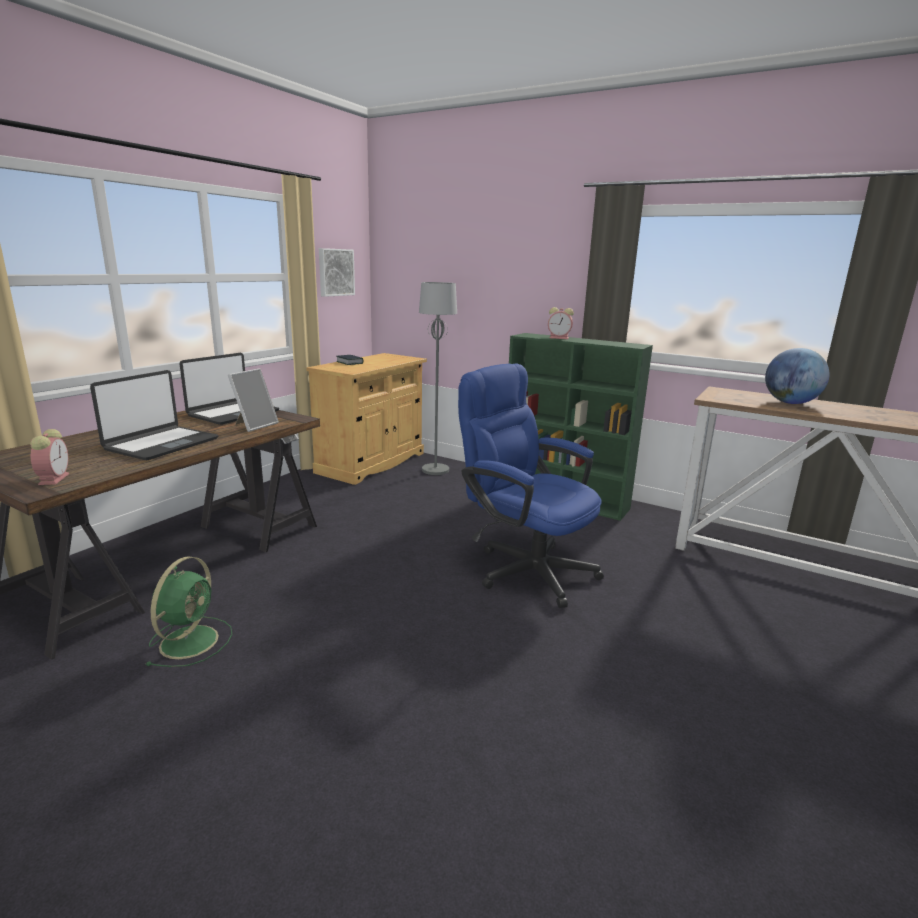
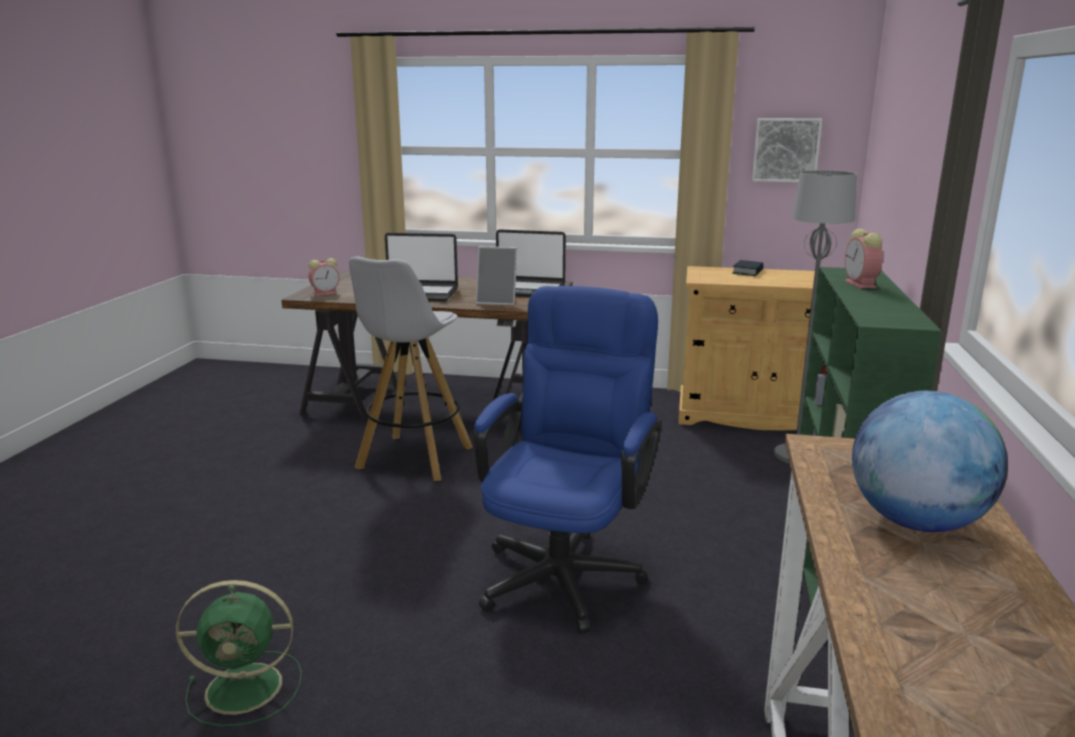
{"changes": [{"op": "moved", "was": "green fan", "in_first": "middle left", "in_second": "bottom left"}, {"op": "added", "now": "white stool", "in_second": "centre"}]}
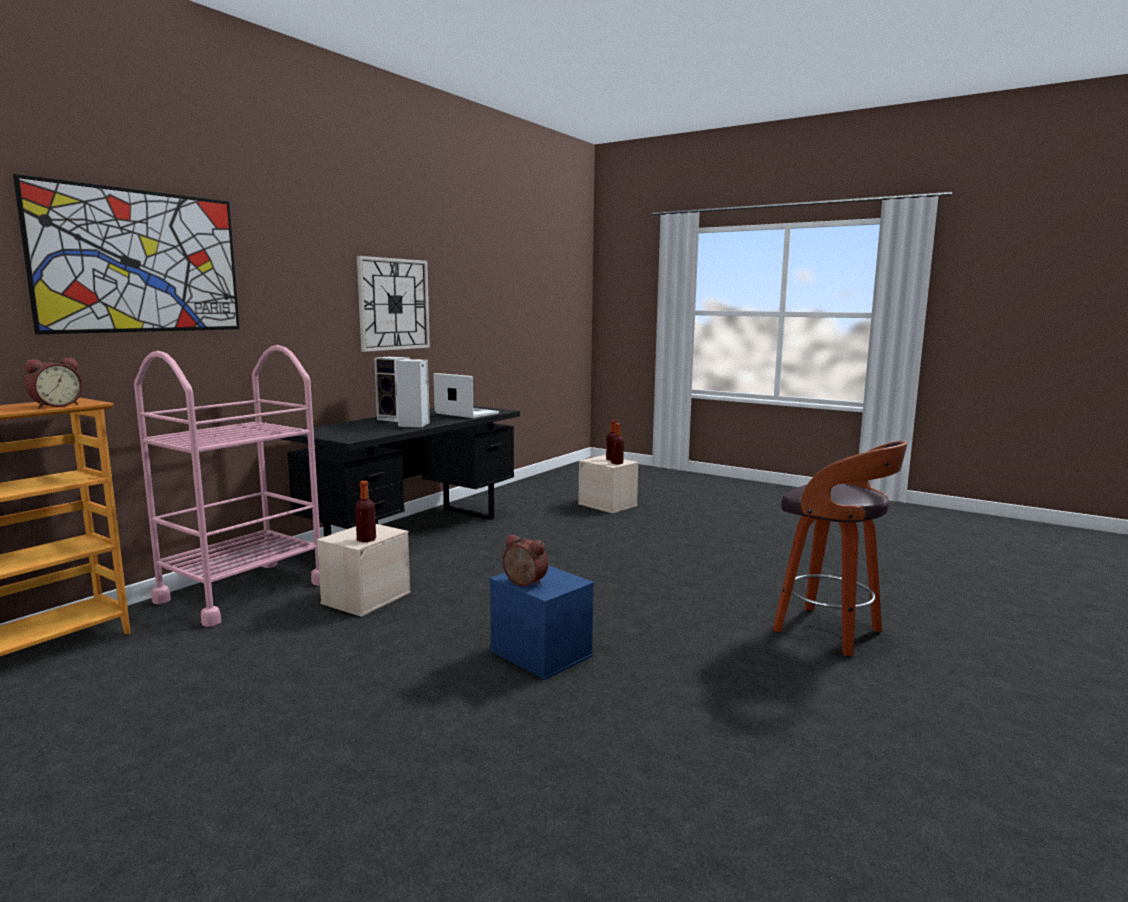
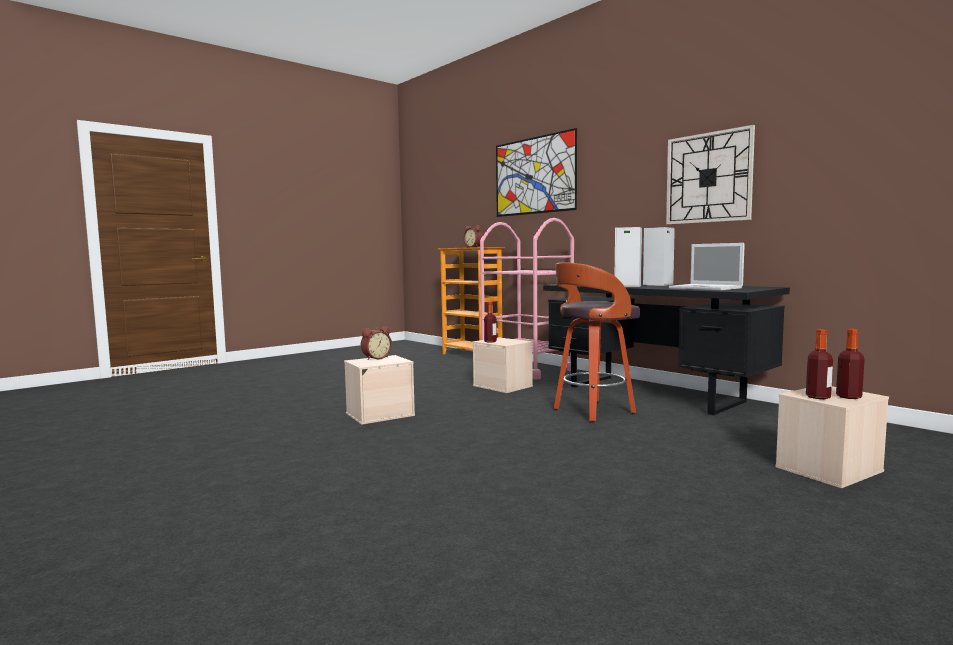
{"changes": [{"op": "turned", "was": "laptop", "in_first": "centre", "in_second": "middle right", "clockwise": 90}, {"op": "recoloured", "was": "blue storage box", "now": "beige storage box (1st from left)", "in_first": "bottom centre", "in_second": "centre"}, {"op": "moved", "was": "stool", "in_first": "middle right", "in_second": "centre"}]}
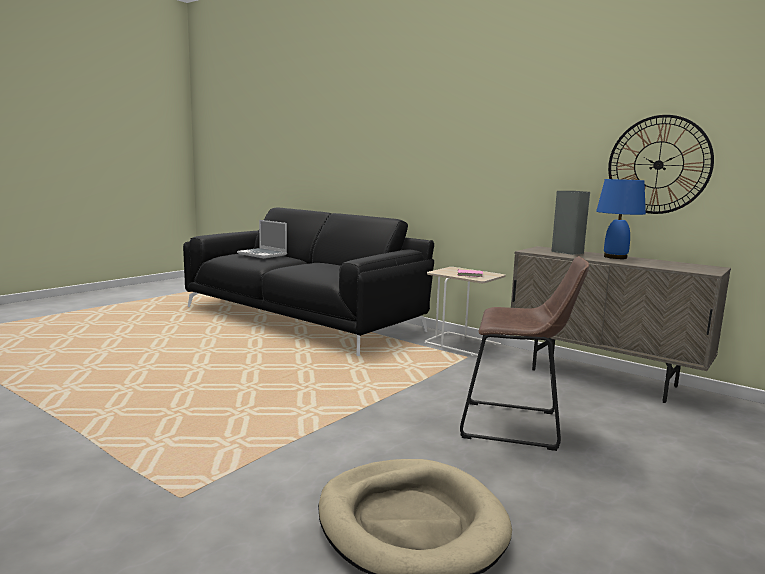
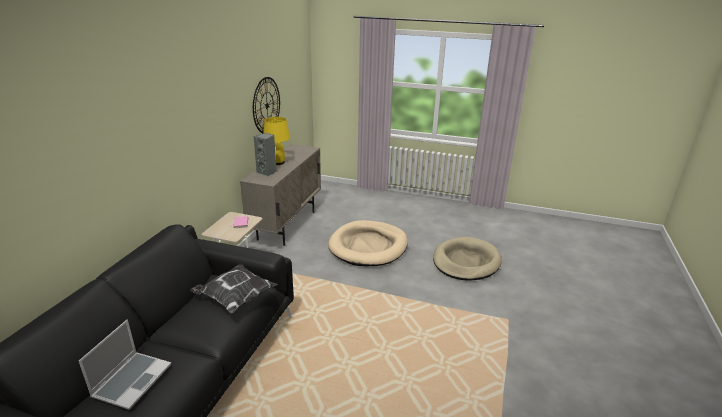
{"changes": [{"op": "replaced", "was": "brown stool", "now": "beige dog bed (1st from left)", "in_first": "middle right", "in_second": "centre"}, {"op": "recoloured", "was": "blue table lamp", "now": "yellow table lamp", "in_first": "middle right", "in_second": "centre"}, {"op": "added", "now": "pillow", "in_second": "bottom left"}]}
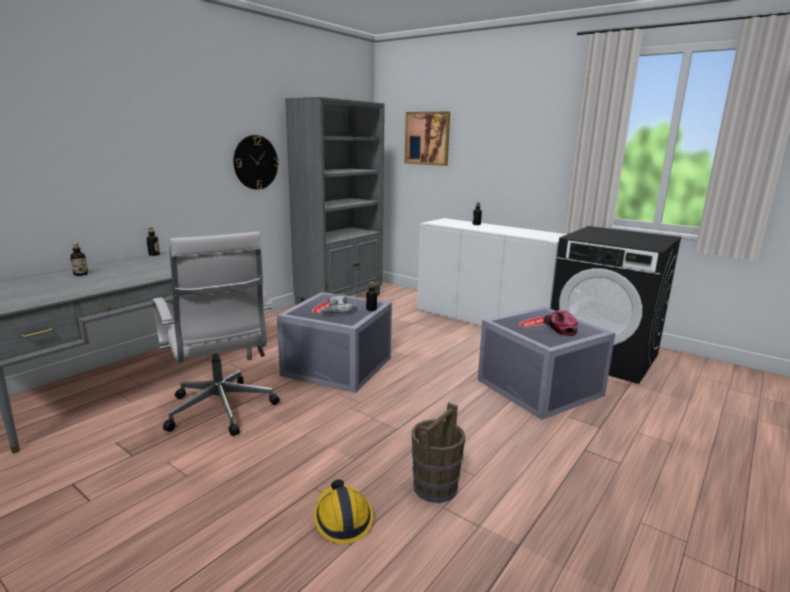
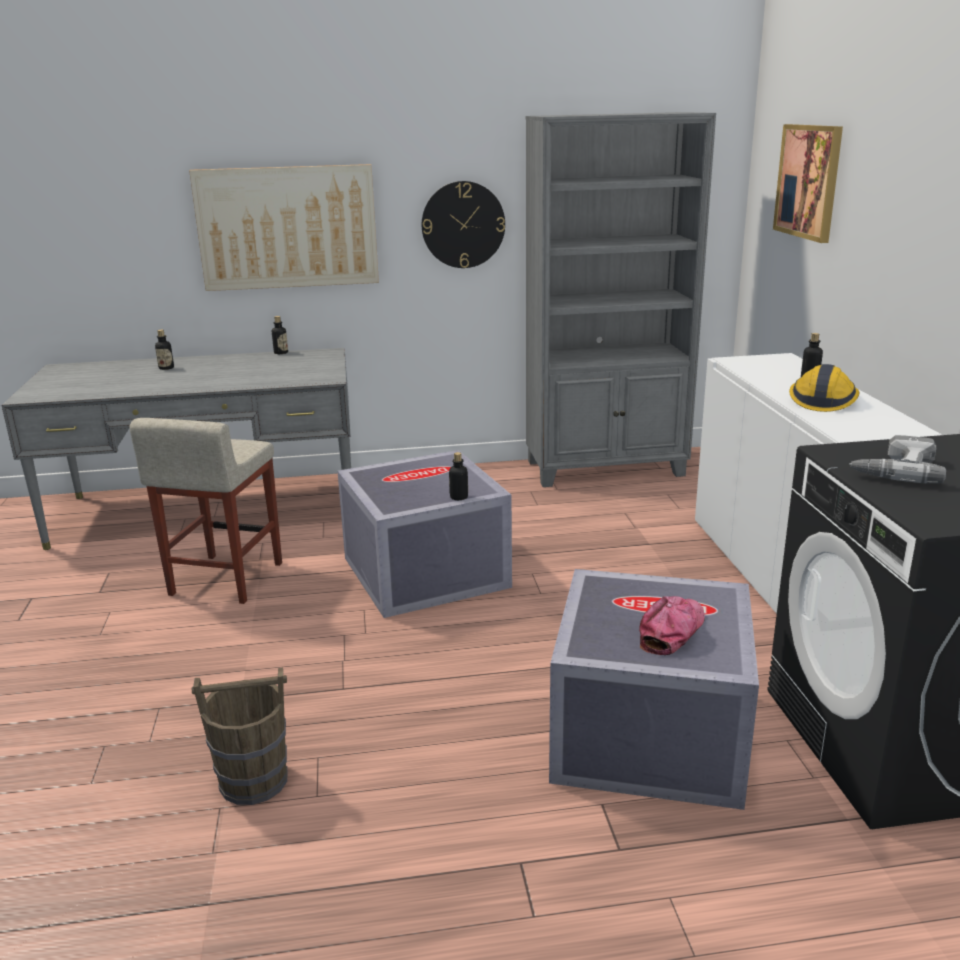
{"changes": [{"op": "replaced", "was": "white office chair", "now": "beige stool", "in_first": "middle left", "in_second": "middle left"}, {"op": "moved", "was": "hard hat", "in_first": "bottom centre", "in_second": "middle right"}, {"op": "moved", "was": "power drill", "in_first": "centre", "in_second": "middle right"}, {"op": "added", "now": "picture (1st from left)", "in_second": "top left"}]}
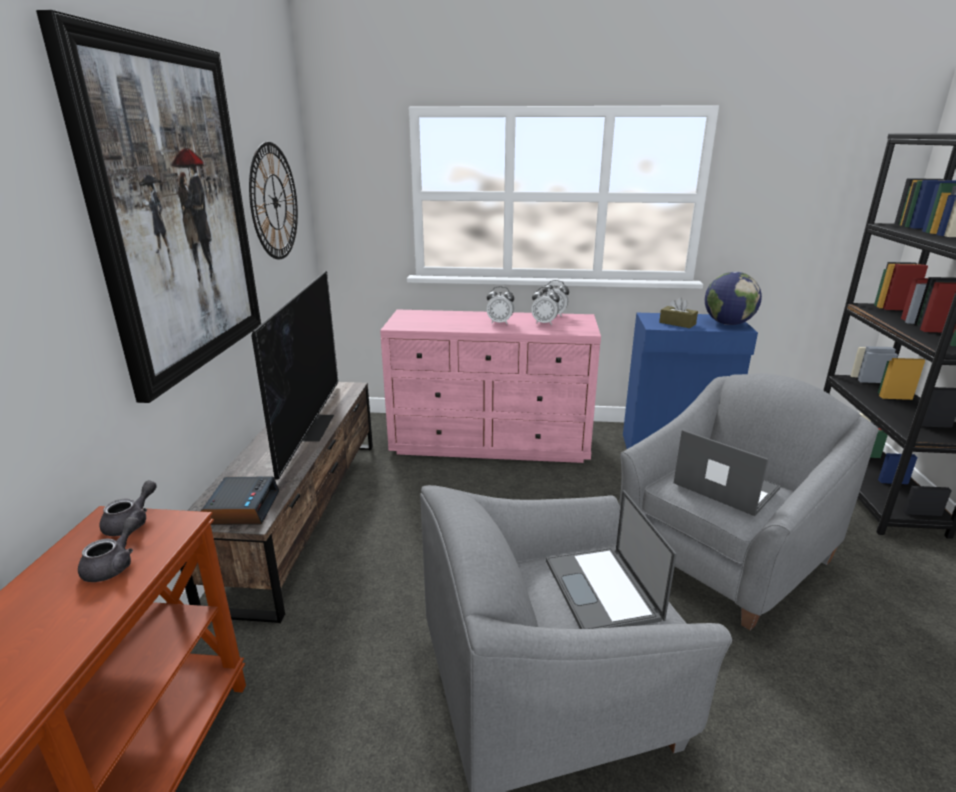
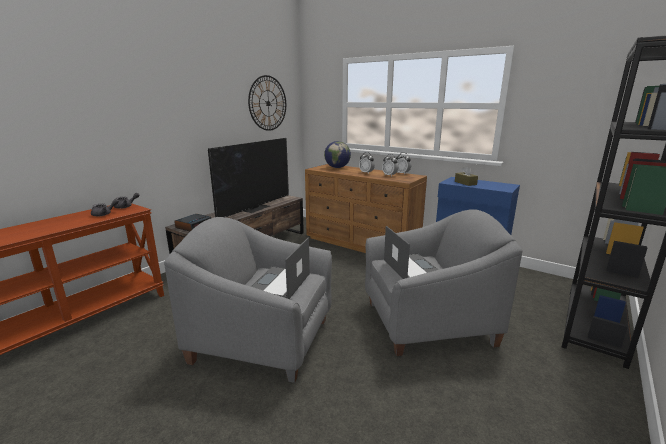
{"changes": [{"op": "removed", "was": "picture", "in_first": "top left"}, {"op": "recoloured", "was": "pink dresser", "now": "brown dresser", "in_first": "centre", "in_second": "centre"}, {"op": "moved", "was": "globe", "in_first": "middle right", "in_second": "centre"}]}
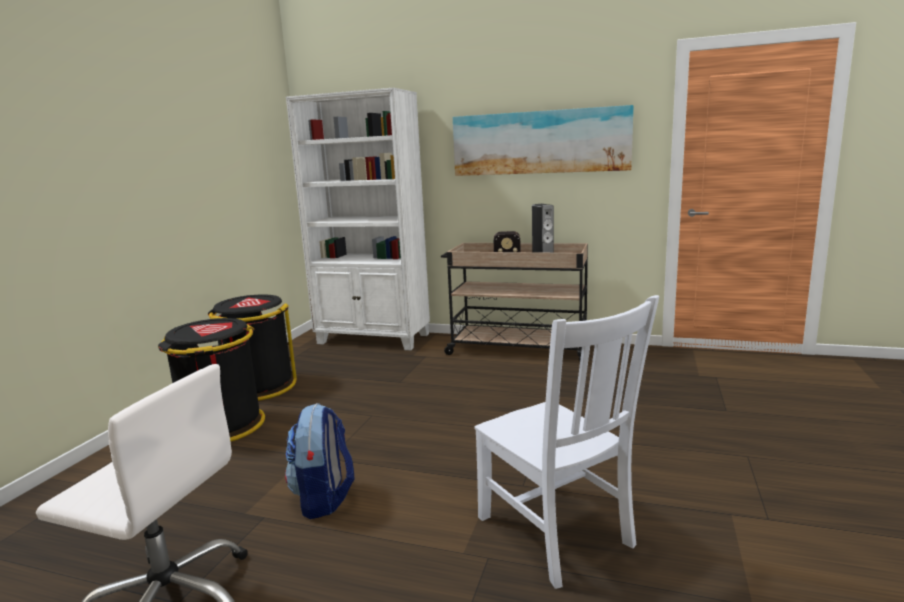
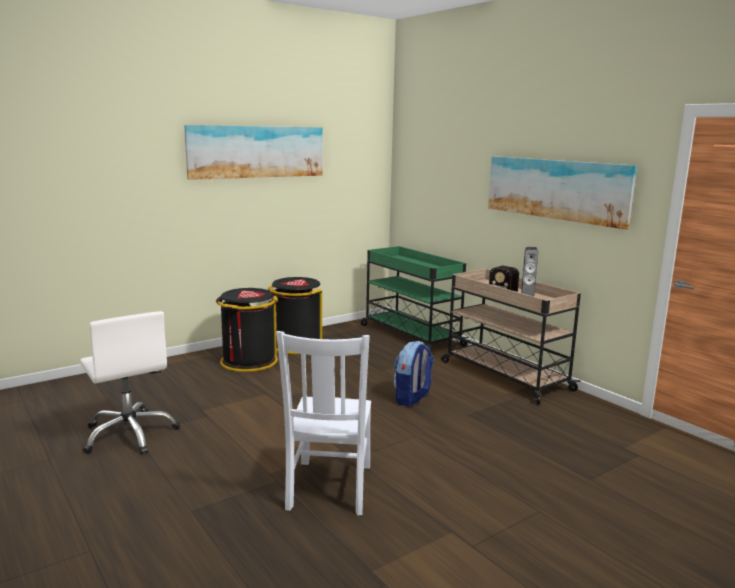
{"changes": [{"op": "moved", "was": "backpack", "in_first": "bottom centre", "in_second": "centre"}, {"op": "replaced", "was": "white bookcase", "now": "green cart", "in_first": "centre", "in_second": "centre"}, {"op": "added", "now": "picture (1st from left)", "in_second": "top centre"}]}
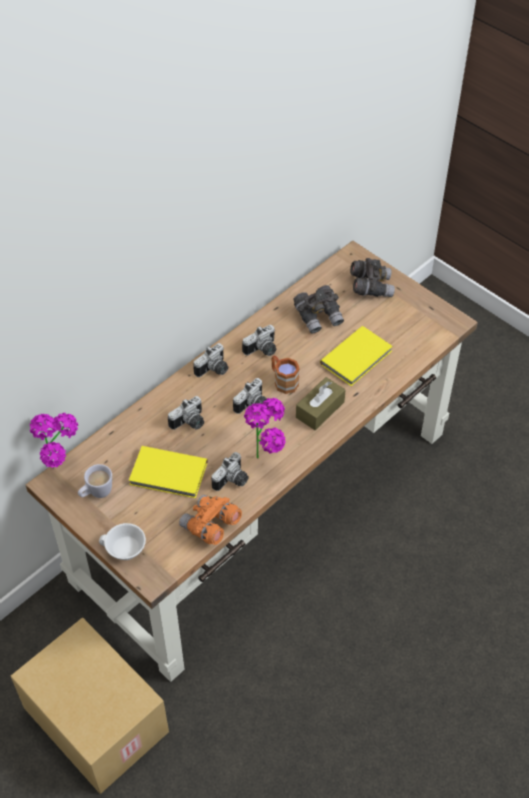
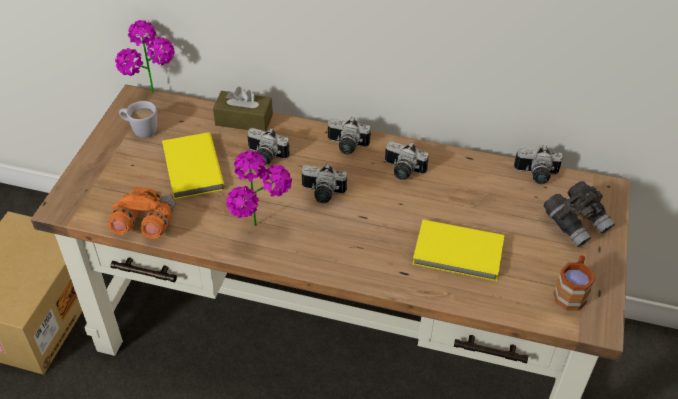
{"changes": [{"op": "removed", "was": "white cup", "in_first": "bottom left"}, {"op": "moved", "was": "photo camera (3rd from left in the first image)", "now": "photo camera (5th from left)", "in_first": "centre", "in_second": "middle right"}, {"op": "moved", "was": "brown mug", "in_first": "centre", "in_second": "bottom right"}, {"op": "removed", "was": "grey binoculars (1st from left)", "in_first": "centre"}, {"op": "moved", "was": "brown tissue box", "in_first": "centre", "in_second": "top centre"}]}
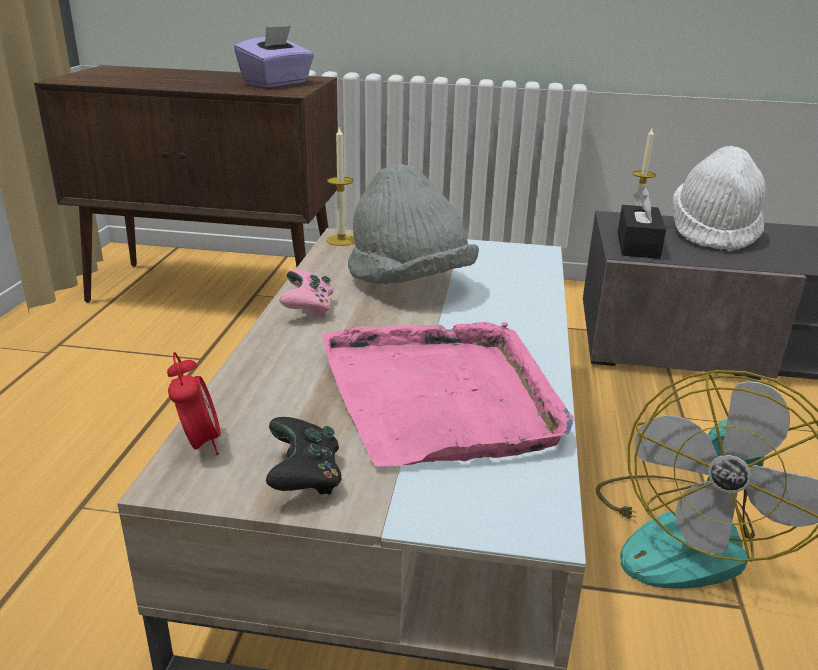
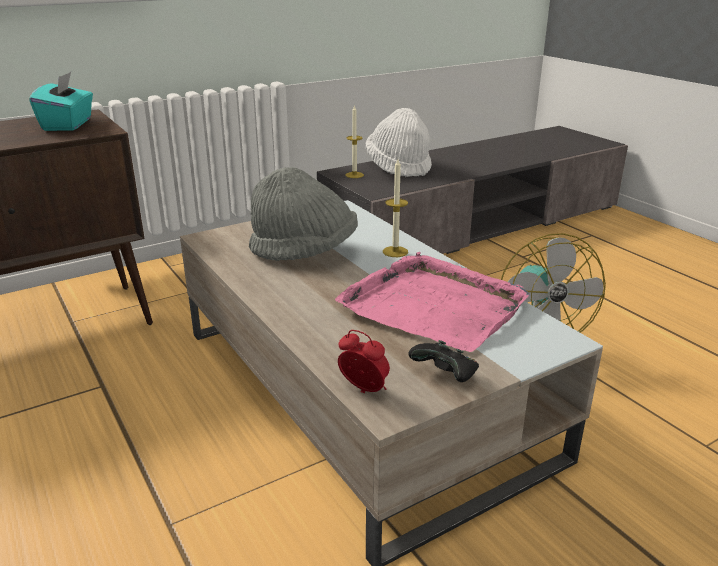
{"changes": [{"op": "recoloured", "was": "purple tissue box", "now": "turquoise tissue box", "in_first": "top centre", "in_second": "top left"}, {"op": "removed", "was": "pink game controller", "in_first": "centre"}, {"op": "moved", "was": "candle (1st from left in the first image)", "now": "candle (2nd from left)", "in_first": "top centre", "in_second": "centre"}, {"op": "removed", "was": "black tissue box", "in_first": "top right"}]}
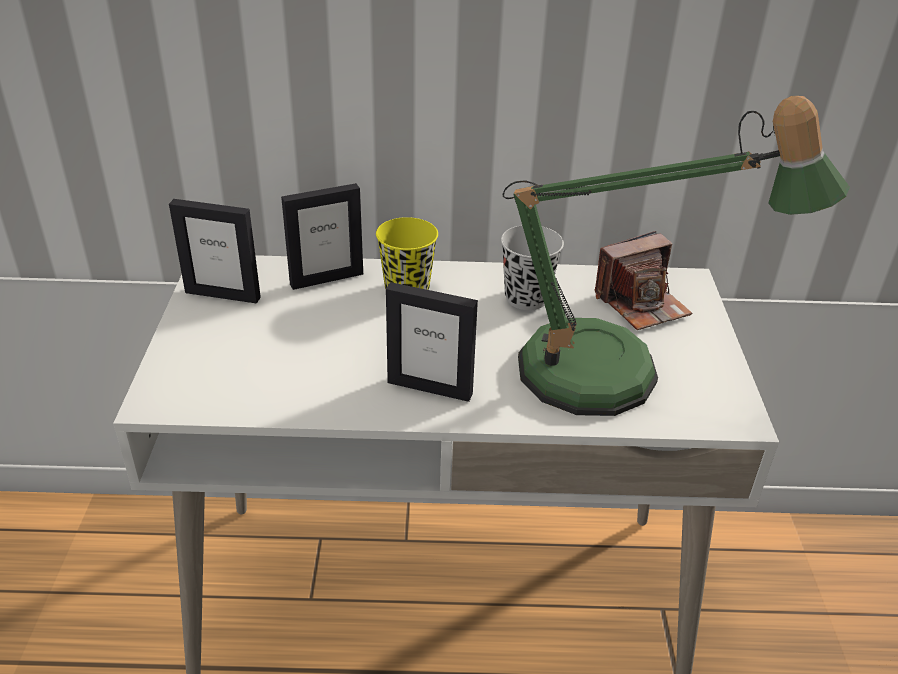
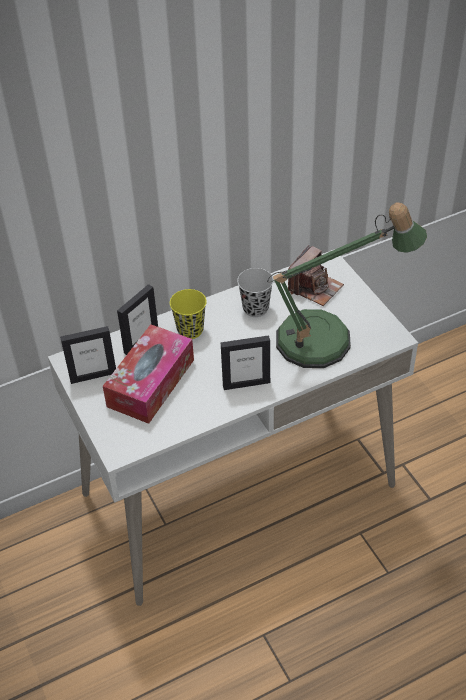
{"changes": [{"op": "added", "now": "tissue box", "in_second": "middle left"}]}
